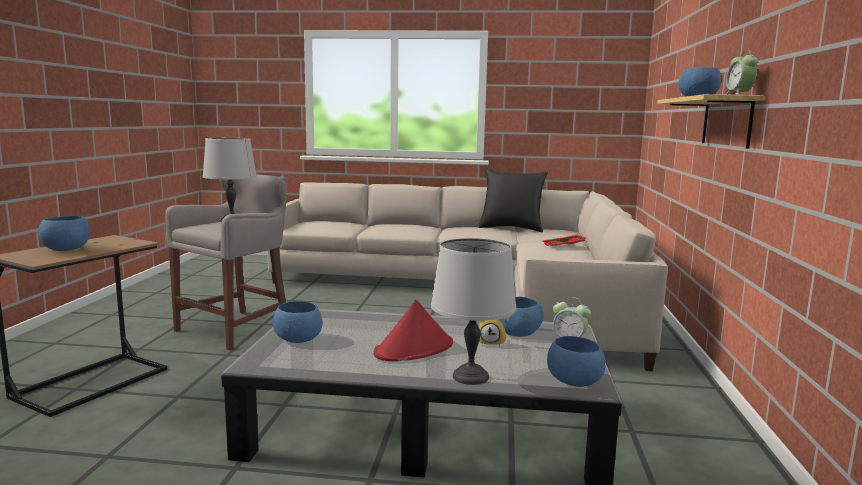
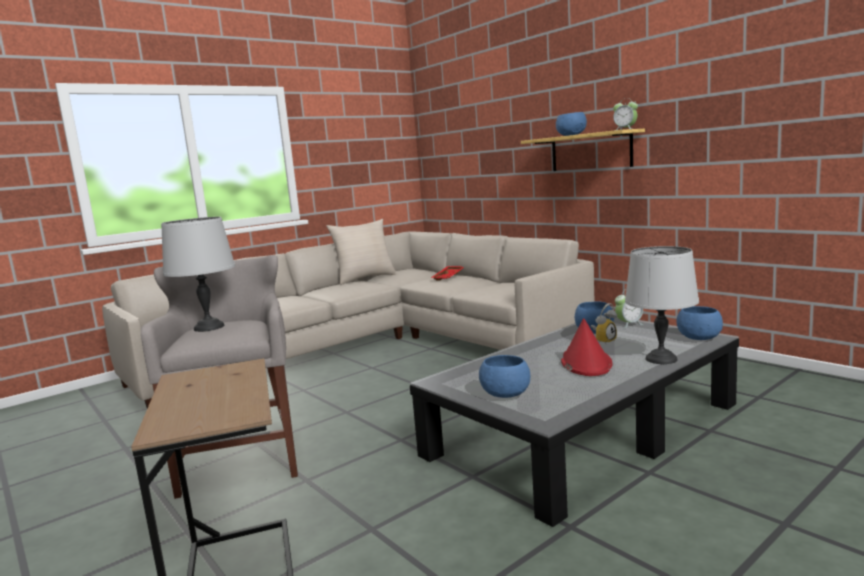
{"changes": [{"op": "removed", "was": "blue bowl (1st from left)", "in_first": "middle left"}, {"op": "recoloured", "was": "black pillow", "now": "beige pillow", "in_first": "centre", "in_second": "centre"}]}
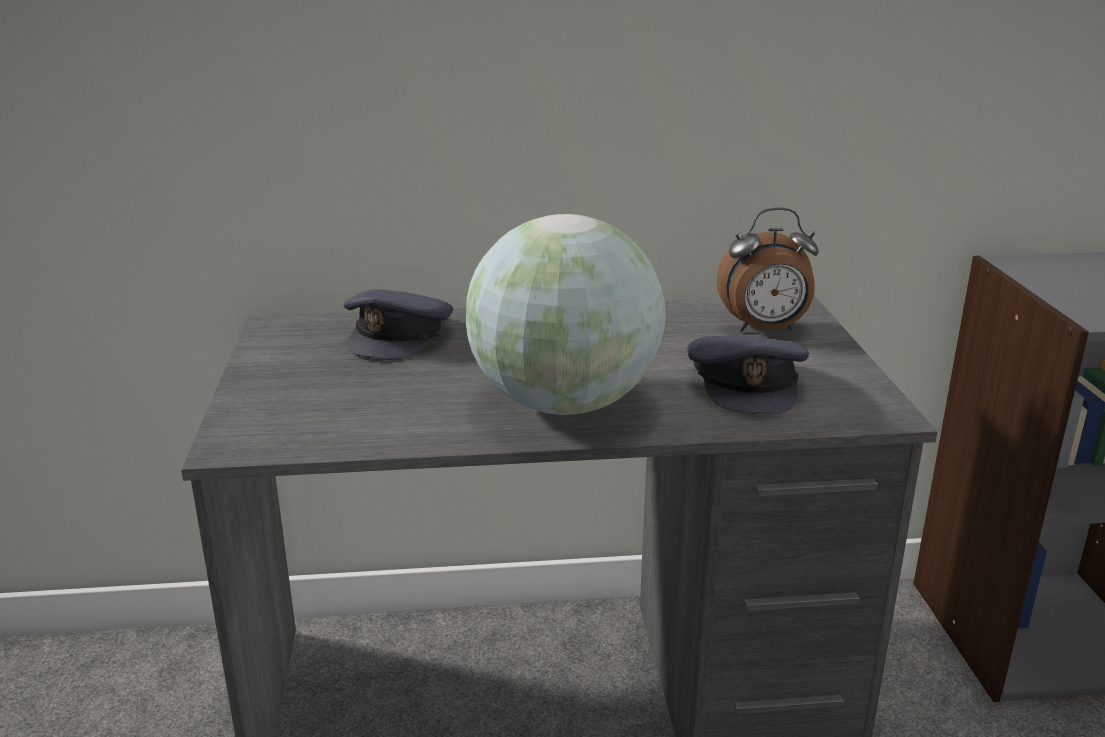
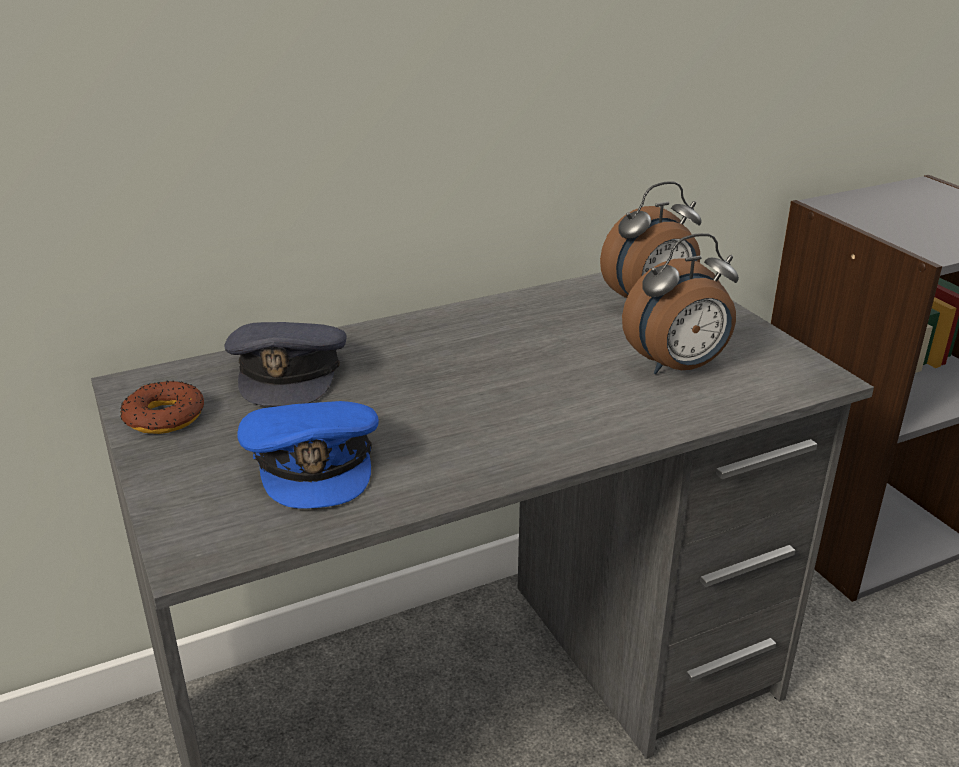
{"changes": [{"op": "removed", "was": "globe", "in_first": "centre"}, {"op": "replaced", "was": "grey cap (2nd from left)", "now": "alarm clock (2nd from left)", "in_first": "middle right", "in_second": "middle right"}, {"op": "added", "now": "donut", "in_second": "middle left"}, {"op": "added", "now": "blue cap", "in_second": "middle left"}]}
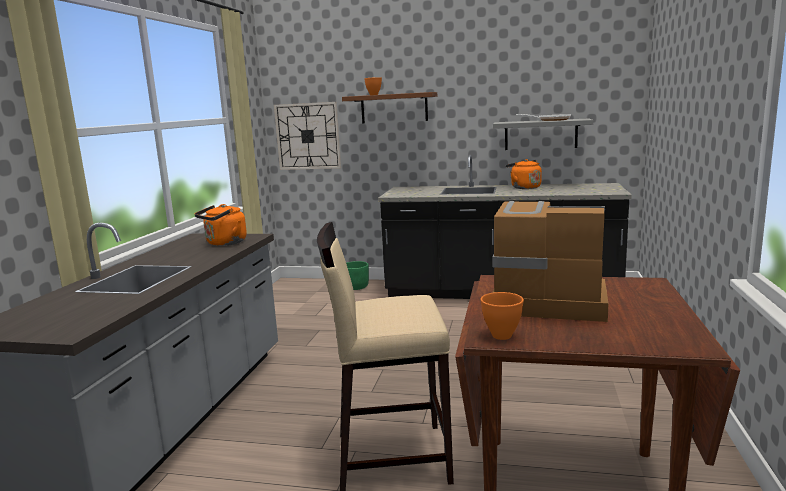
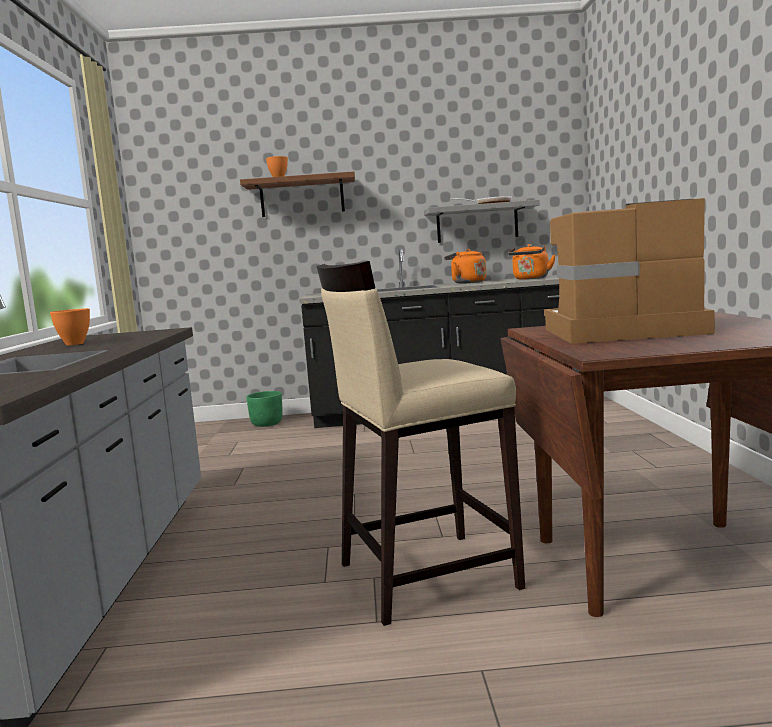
{"changes": [{"op": "moved", "was": "orange kettle (1st from left in the first image)", "now": "orange kettle (2nd from left)", "in_first": "middle left", "in_second": "middle right"}, {"op": "removed", "was": "wall clock", "in_first": "top centre"}, {"op": "moved", "was": "orange bowl (2nd from left in the first image)", "now": "orange bowl (1st from left)", "in_first": "centre", "in_second": "middle left"}]}
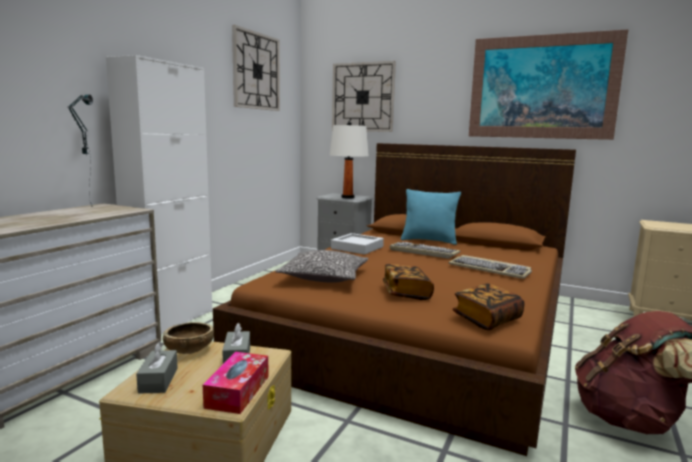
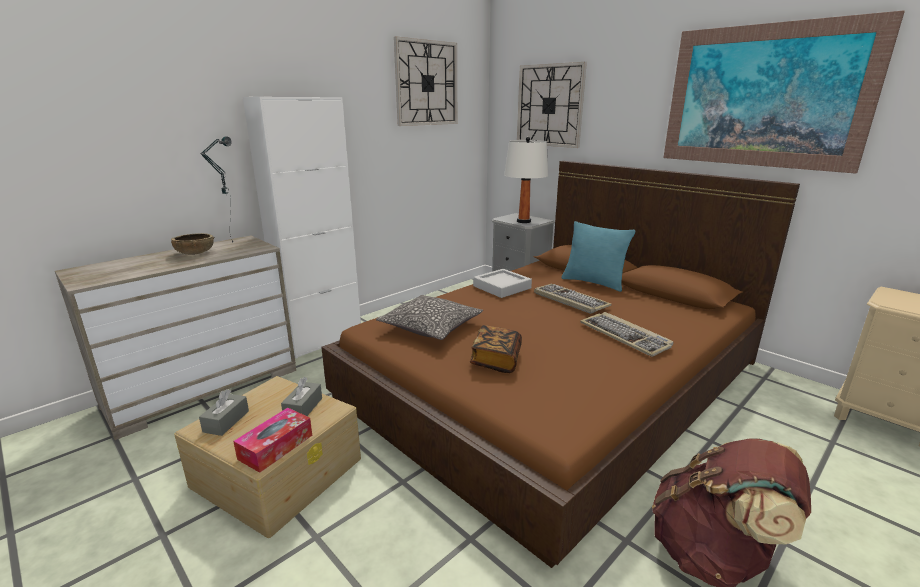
{"changes": [{"op": "moved", "was": "brown bowl", "in_first": "bottom left", "in_second": "middle left"}, {"op": "removed", "was": "book (2nd from left)", "in_first": "middle right"}]}
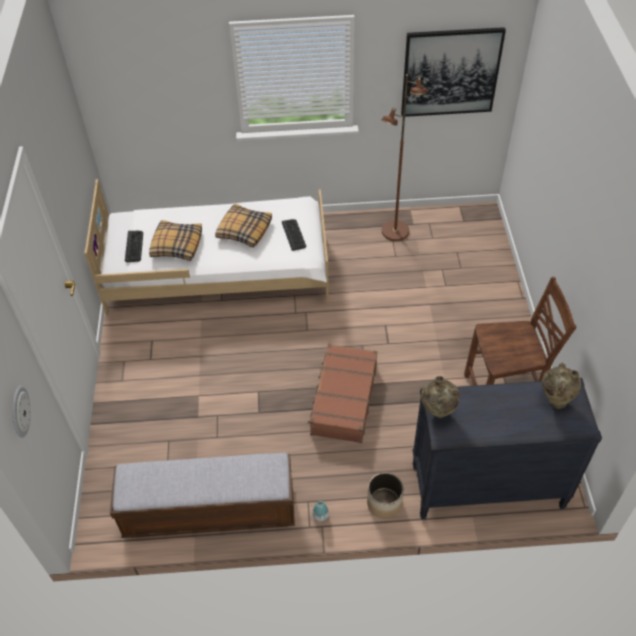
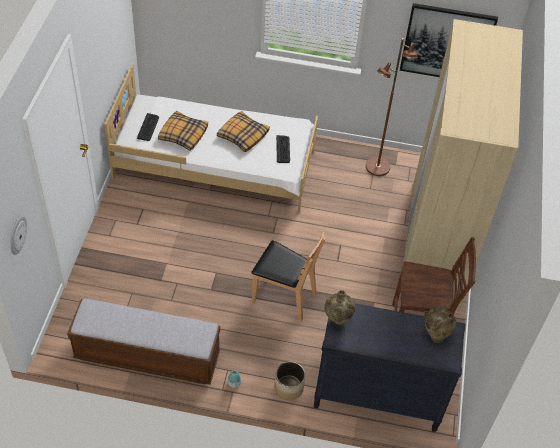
{"changes": [{"op": "replaced", "was": "brown suitcase", "now": "brown chair (1st from left)", "in_first": "centre", "in_second": "centre"}, {"op": "added", "now": "beige wardrobe", "in_second": "middle right"}]}
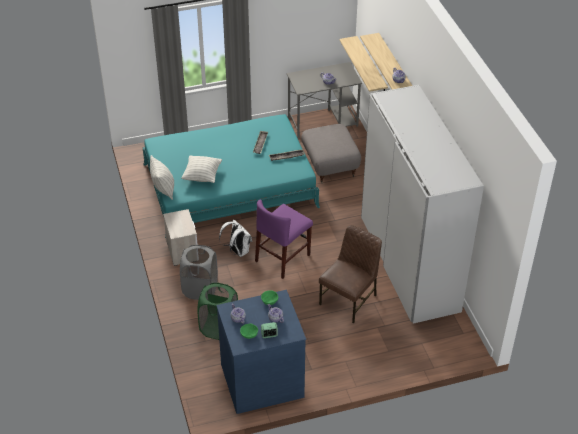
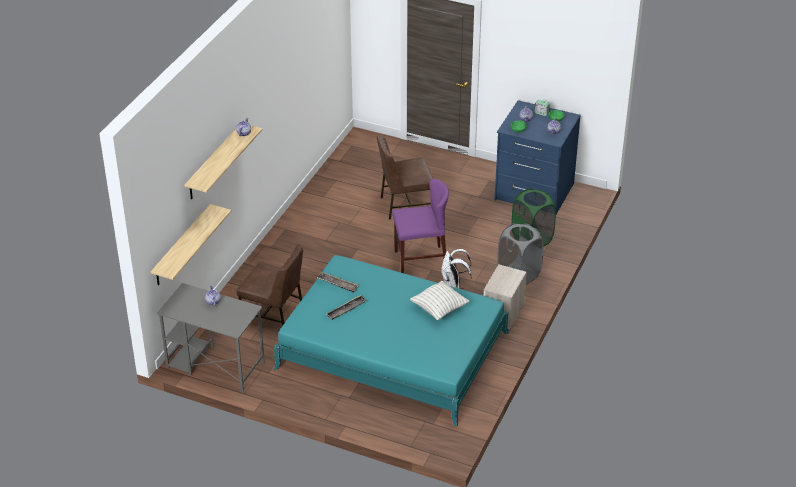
{"changes": [{"op": "removed", "was": "pillow (1st from left)", "in_first": "middle left"}, {"op": "replaced", "was": "grey ottoman", "now": "brown chair (1st from left)", "in_first": "centre", "in_second": "centre"}, {"op": "removed", "was": "white wardrobe", "in_first": "middle right"}]}
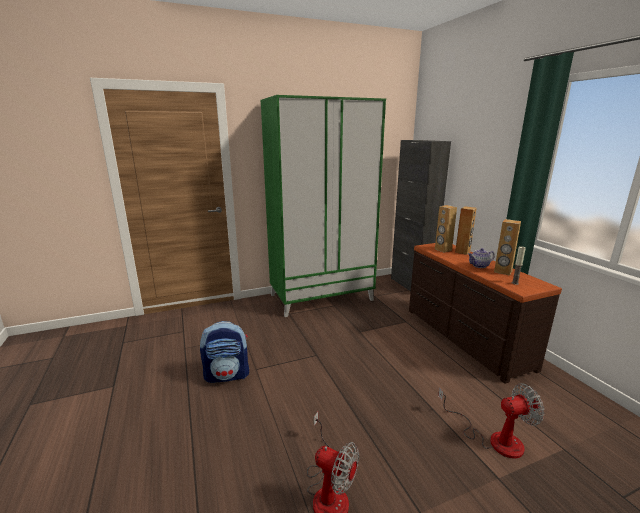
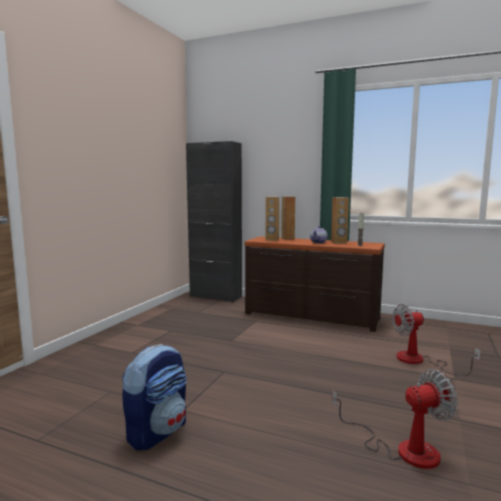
{"changes": [{"op": "removed", "was": "green wardrobe", "in_first": "centre"}, {"op": "turned", "was": "fan (2nd from left)", "in_first": "bottom right", "in_second": "bottom right", "clockwise": -135}]}
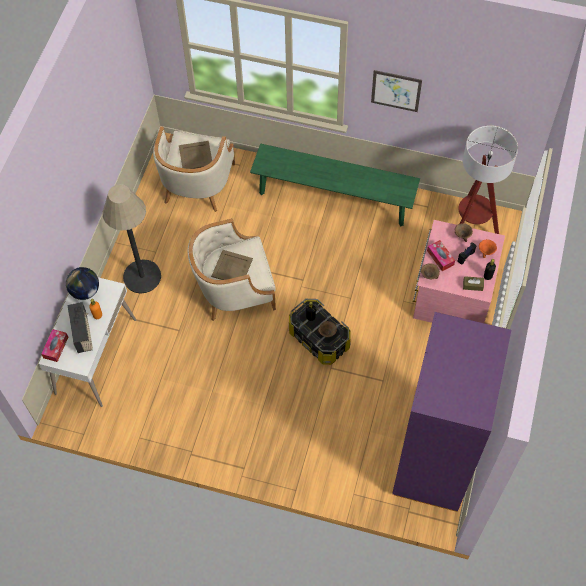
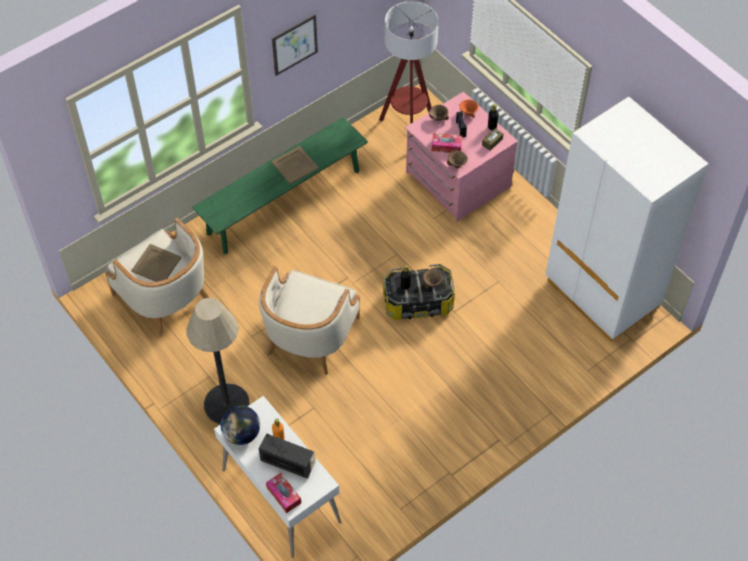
{"changes": [{"op": "moved", "was": "beige tray (2nd from left)", "in_first": "centre", "in_second": "top centre"}, {"op": "recoloured", "was": "purple wardrobe", "now": "white wardrobe", "in_first": "bottom right", "in_second": "middle right"}]}
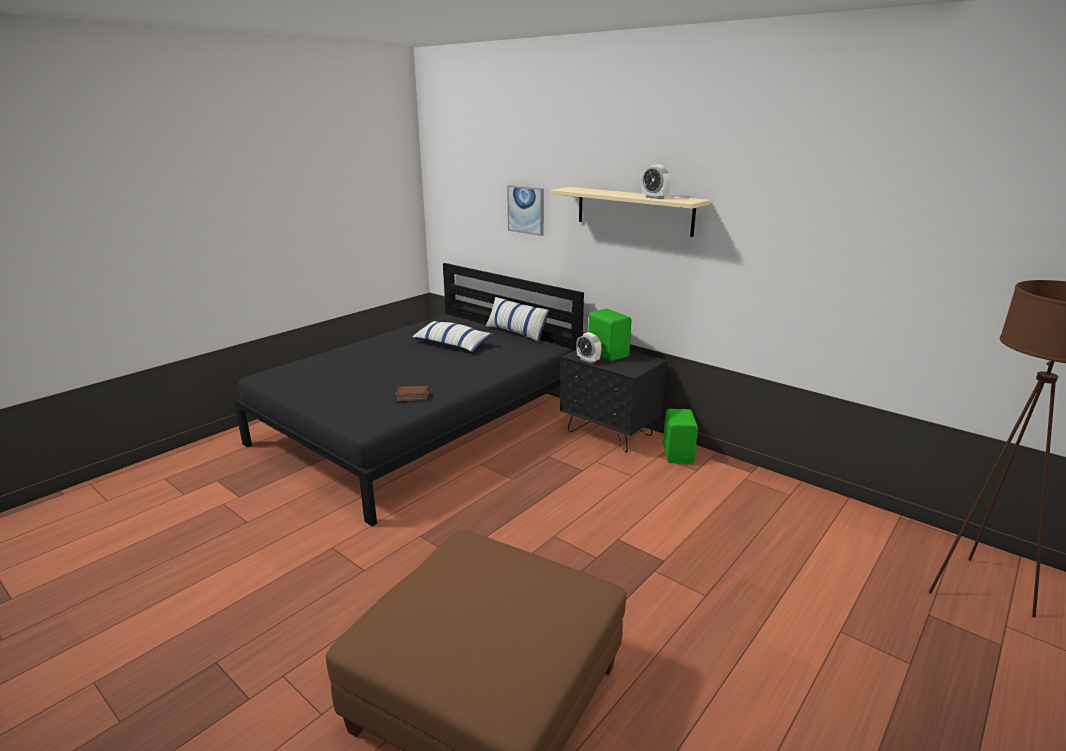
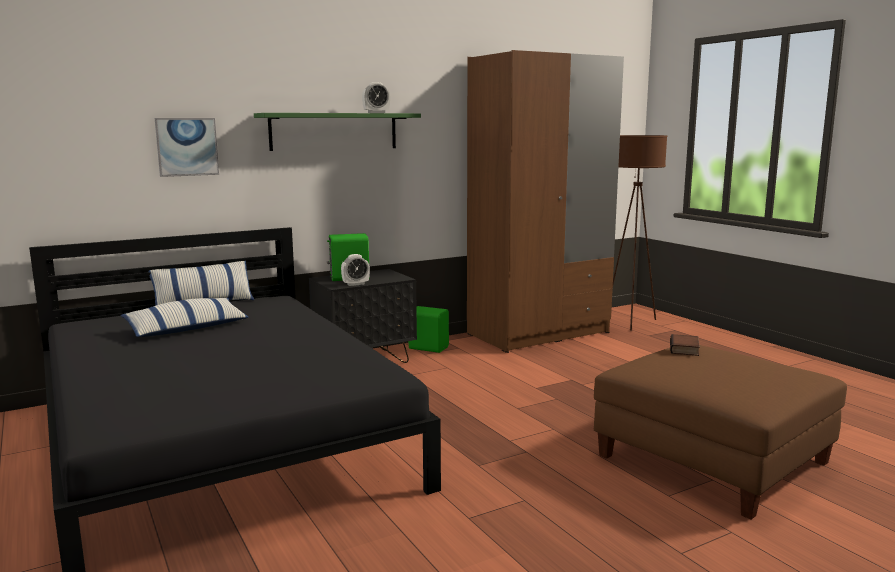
{"changes": [{"op": "moved", "was": "book", "in_first": "centre", "in_second": "middle right"}, {"op": "recoloured", "was": "beige shelf", "now": "green shelf", "in_first": "top centre", "in_second": "top centre"}, {"op": "added", "now": "brown wardrobe", "in_second": "centre"}]}
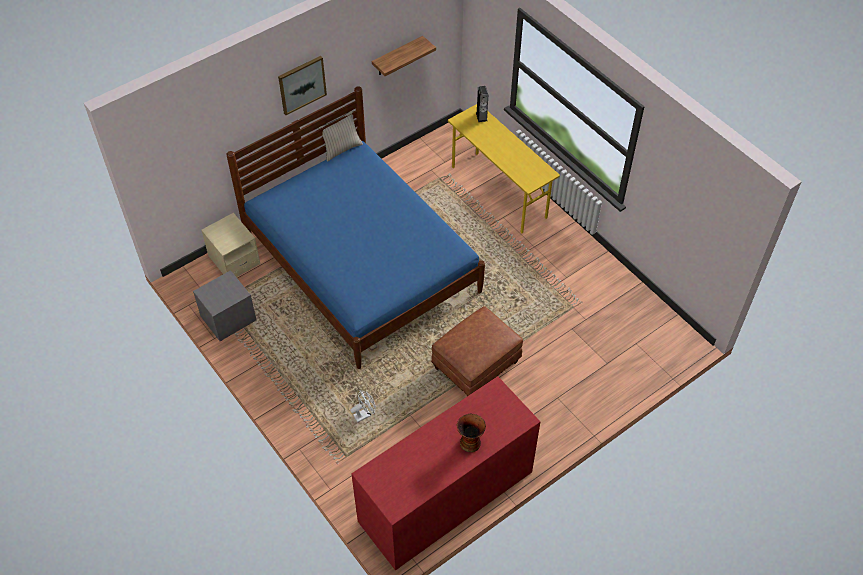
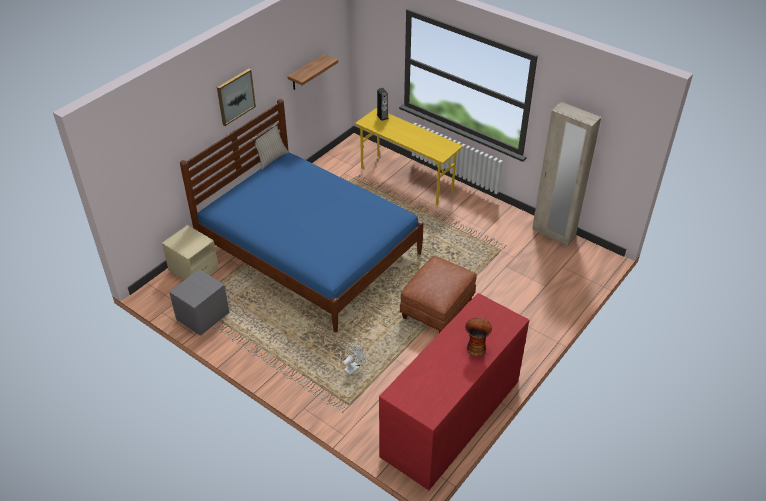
{"changes": [{"op": "added", "now": "beige wardrobe", "in_second": "middle right"}]}
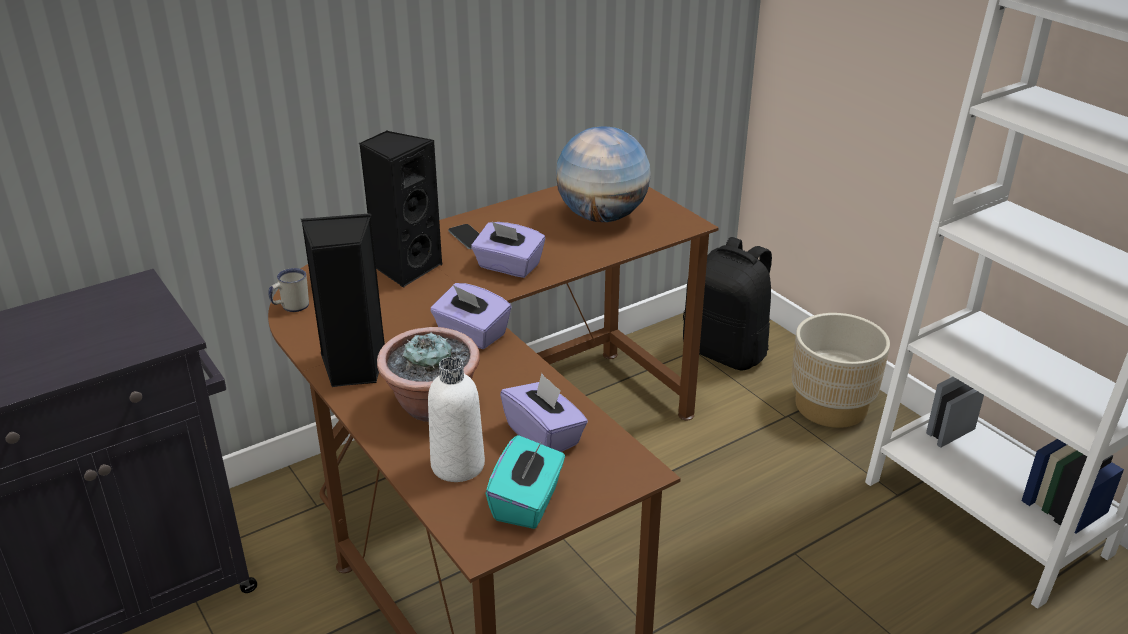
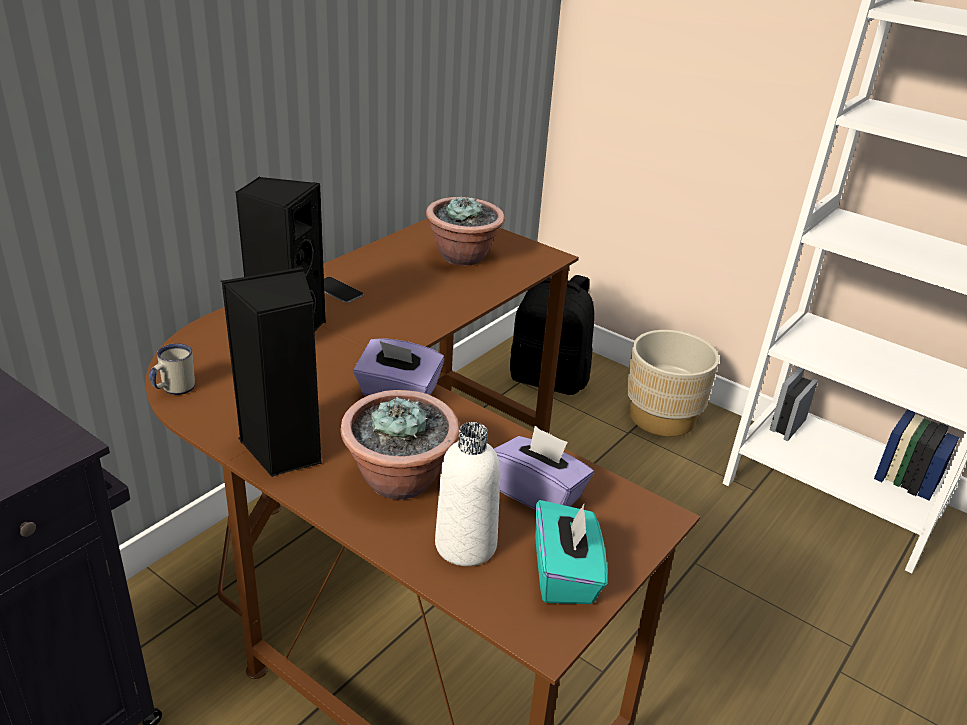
{"changes": [{"op": "removed", "was": "purple tissue box (2nd from left)", "in_first": "centre"}, {"op": "replaced", "was": "globe", "now": "potted plant (2nd from left)", "in_first": "top centre", "in_second": "top centre"}]}
